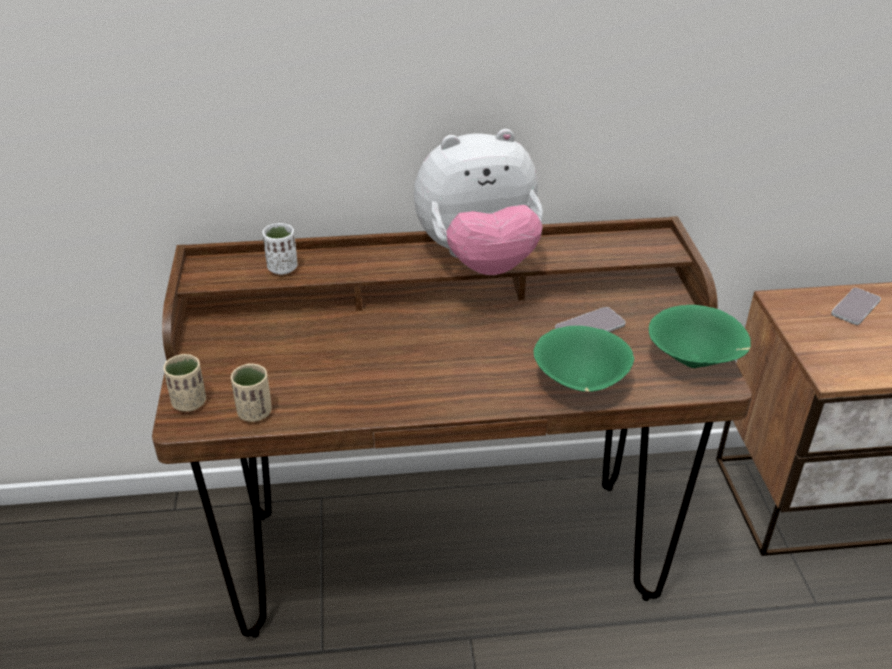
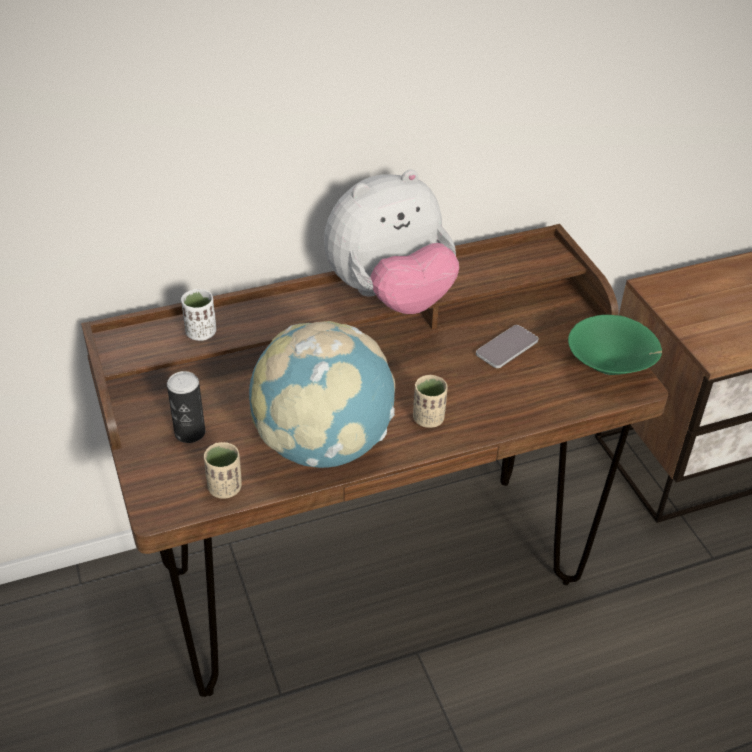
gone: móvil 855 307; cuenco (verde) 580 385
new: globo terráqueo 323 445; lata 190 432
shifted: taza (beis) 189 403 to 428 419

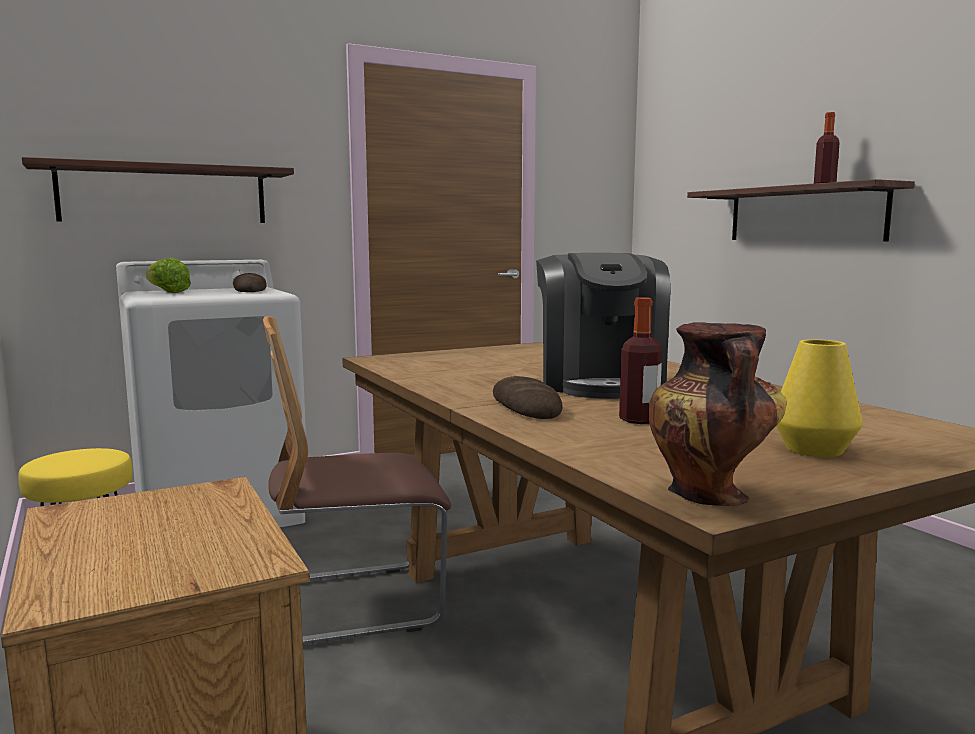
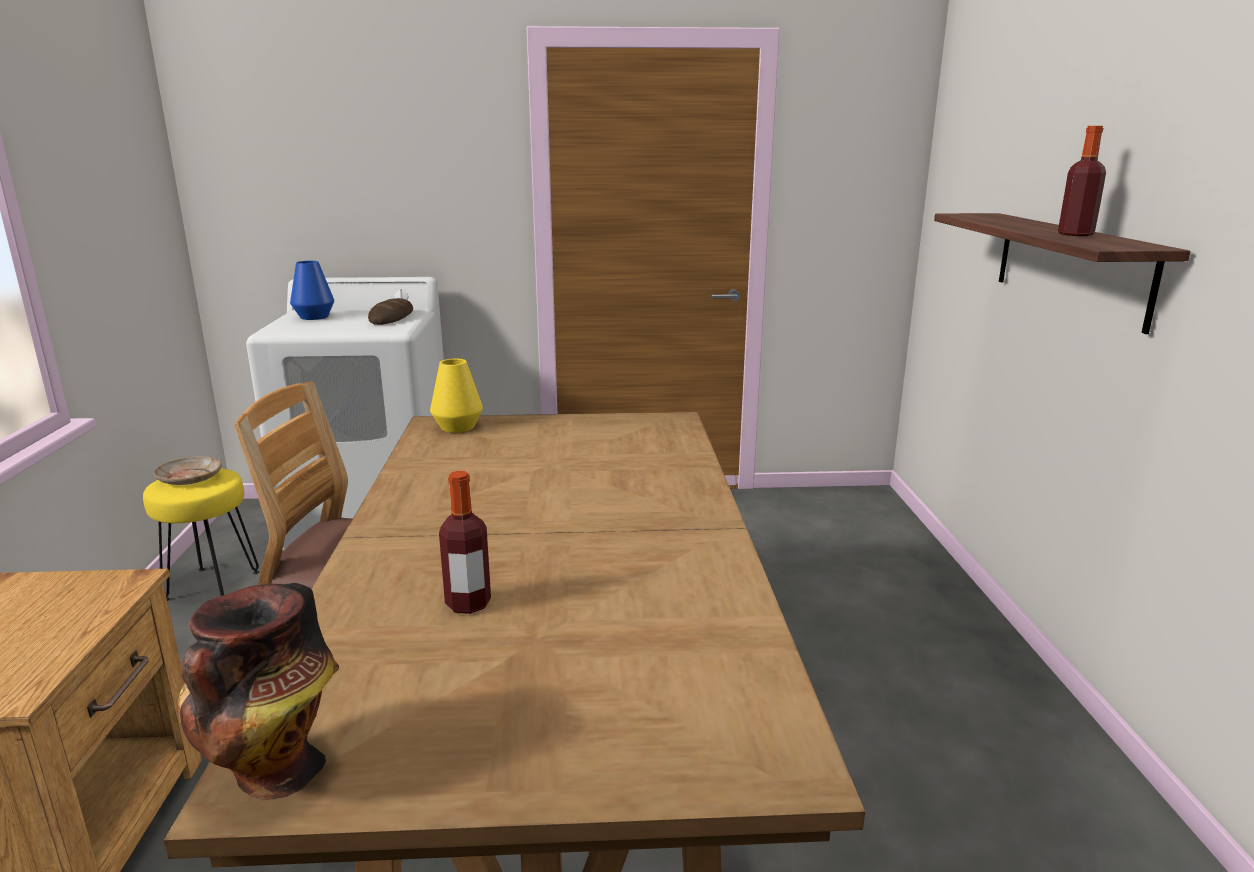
gone: estante 164 194; cafetera 599 383; pan 526 406
new: plato (beis) 190 478
shifted: florero (amarillo) 813 450 to 457 427
swapped: lechuga 167 292 to florero (azul) 314 317

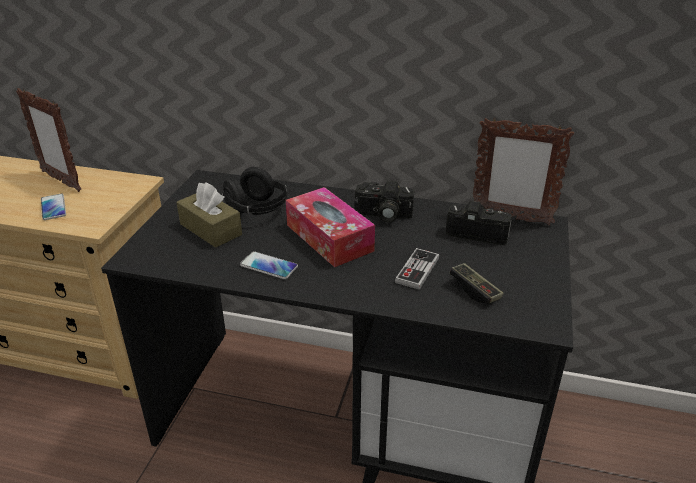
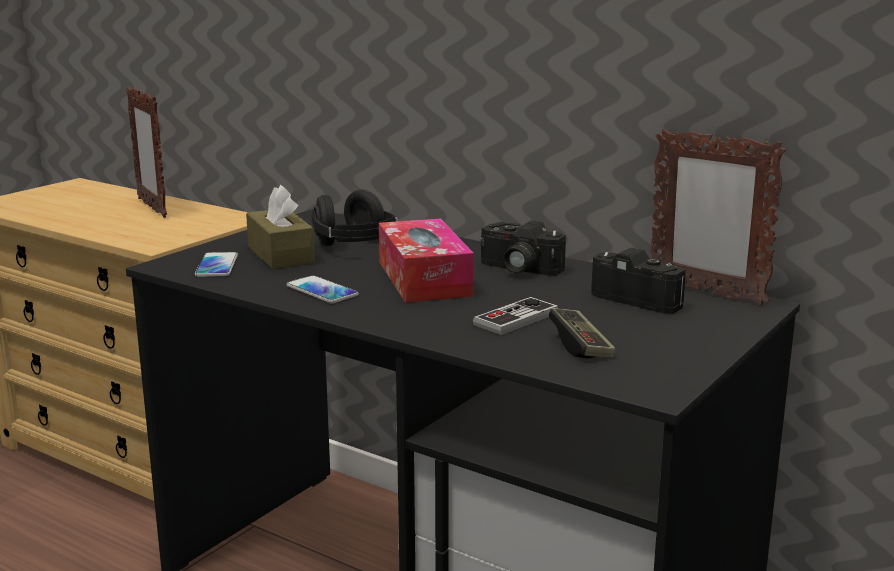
shifted: móvil 53 207 to 216 266

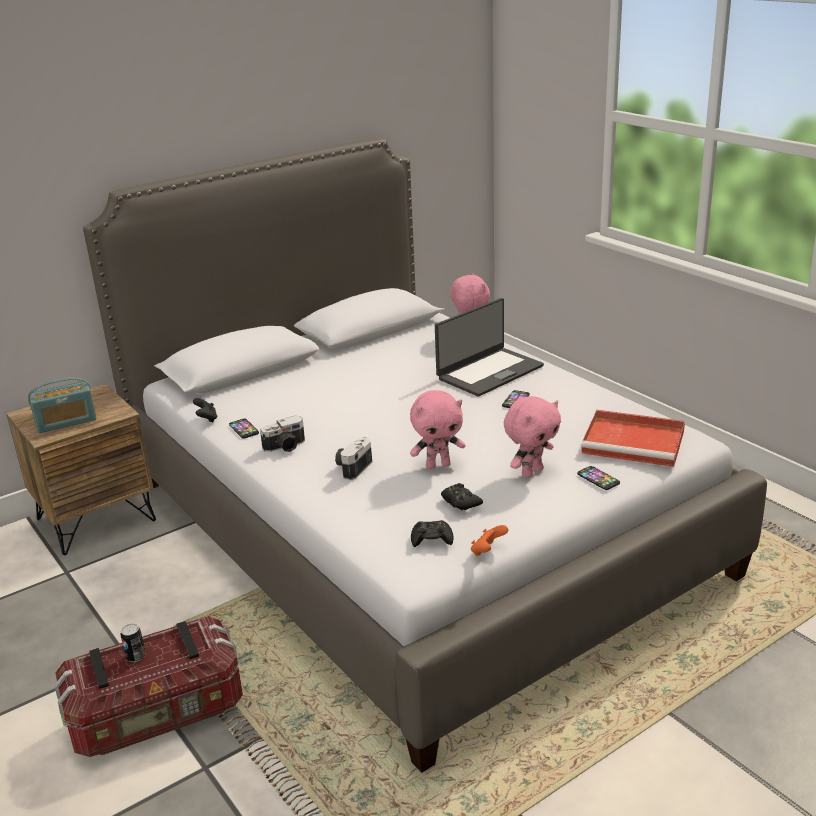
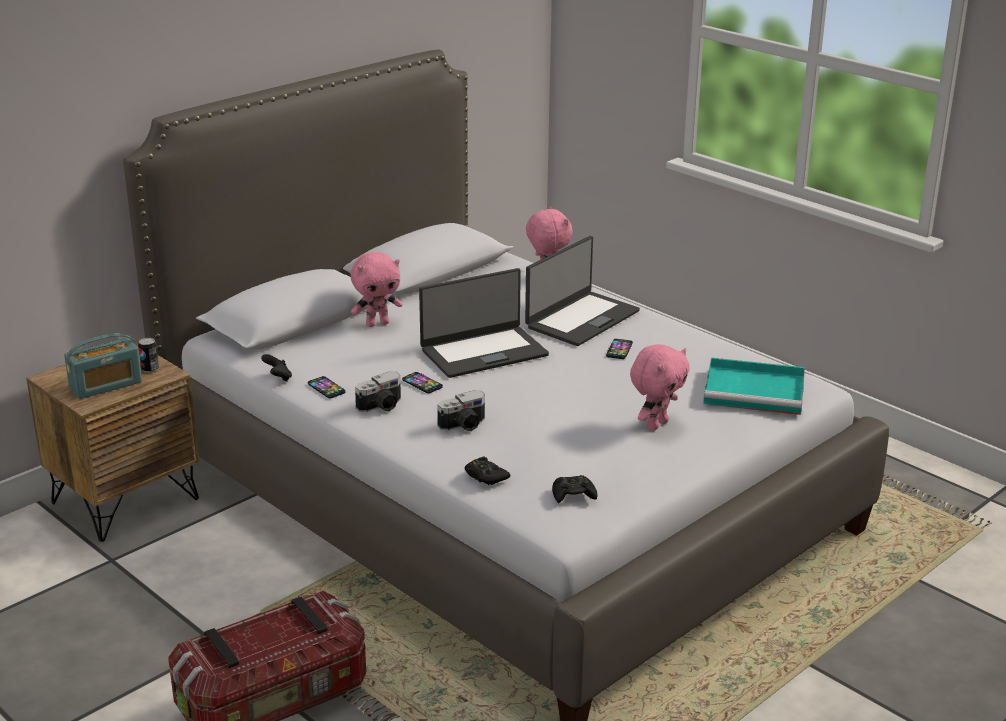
gone: mando de consola (naranja) 487 551
new: portátil 483 352
shifted: peluche (rosa) 438 465 to 377 323; móvil 598 479 to 422 383; mando de consola (negro) 460 502 to 485 476; lata 136 656 to 150 369
repainted: bandeja (rojo) 635 442 to bandeja (turquesa) 756 391
rotated: cámara 352 467 = 464 425 135 degrees counterclockwise

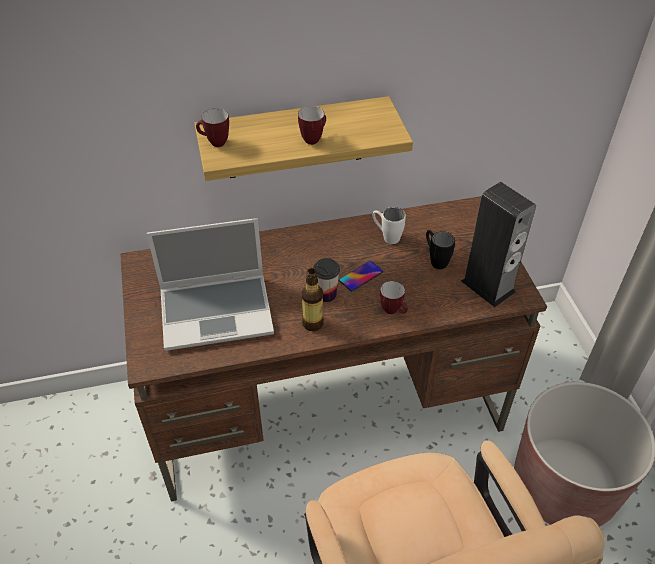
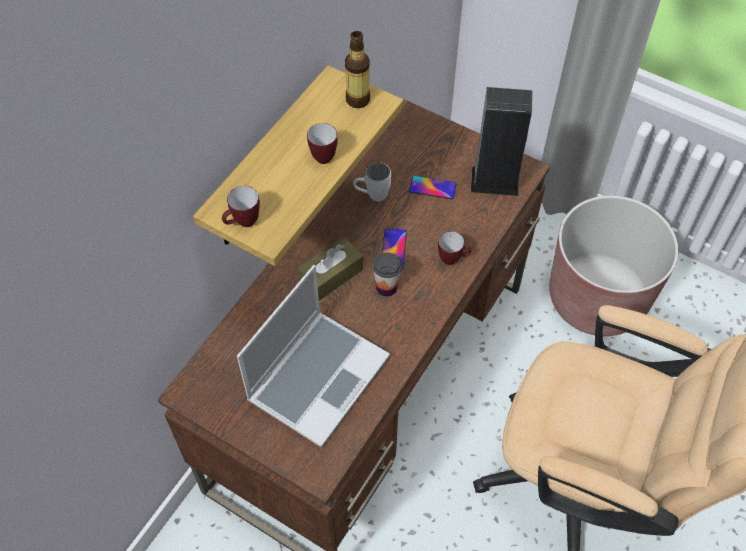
new: caja de pañuelos (marrón) 331 275
shifted: botella 313 323 to 357 100
swapped: taza grande (negro) 435 260 to móvil 432 188

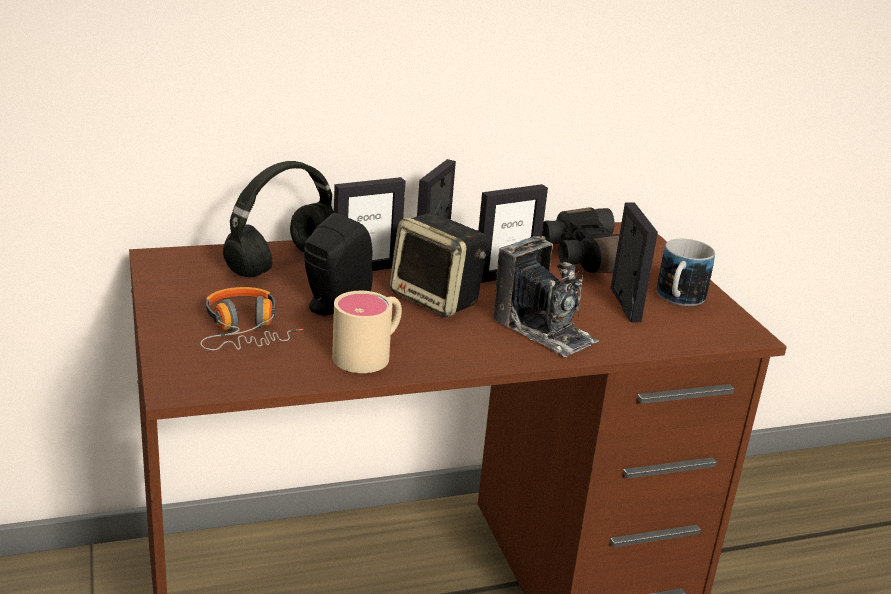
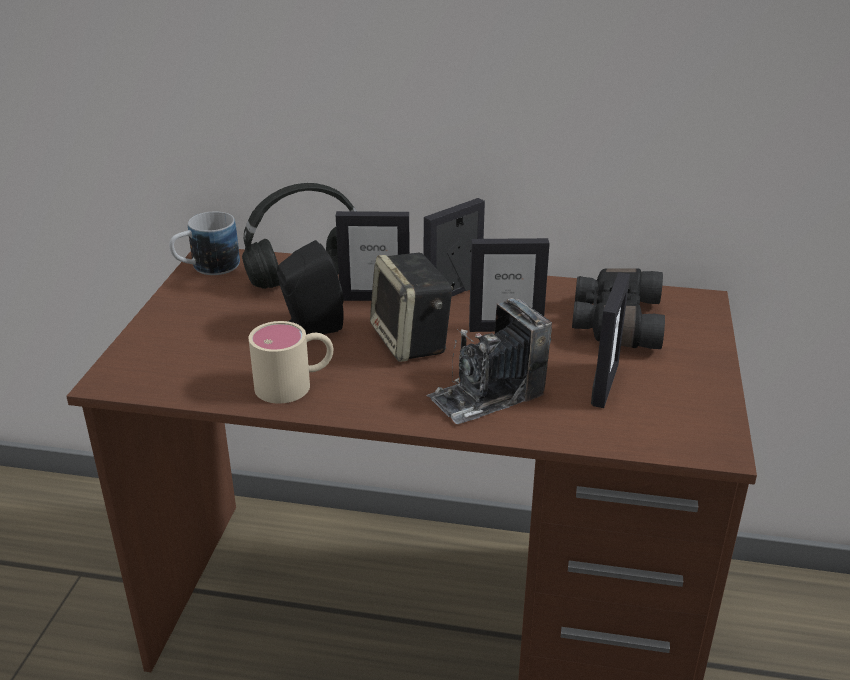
gone: auriculares 245 331
shifted: taza grande 678 300 to 206 268
rotated: cámara 544 330 = 487 395 75 degrees clockwise

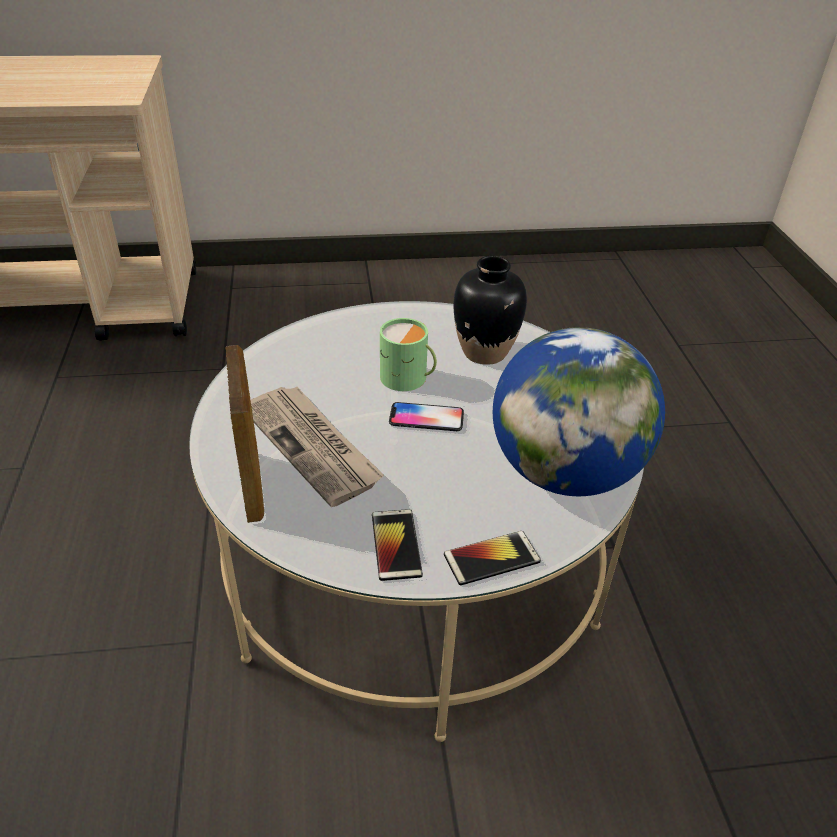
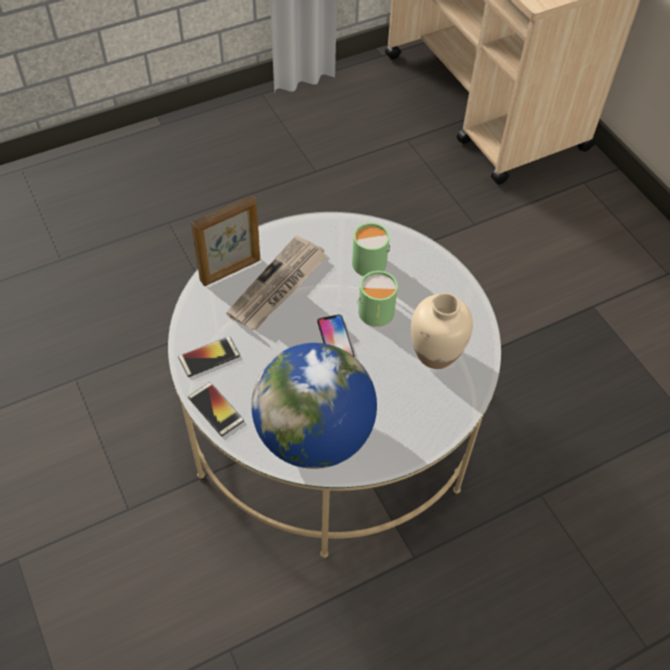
new: taza grande (verde) 368 260
repainted: florero (negro) 485 352 to florero (beis) 436 354

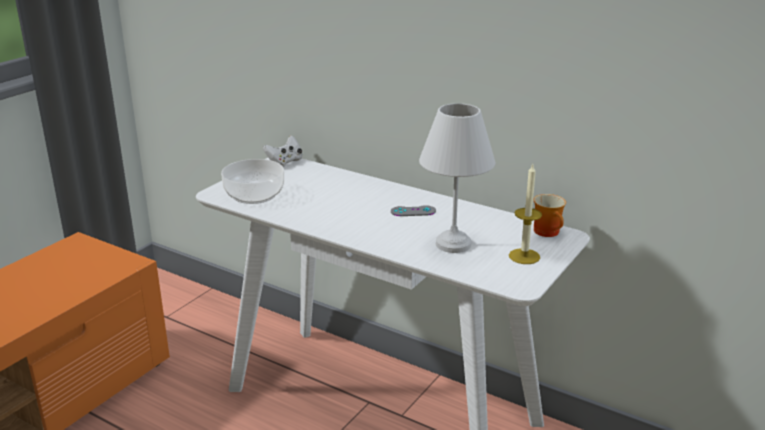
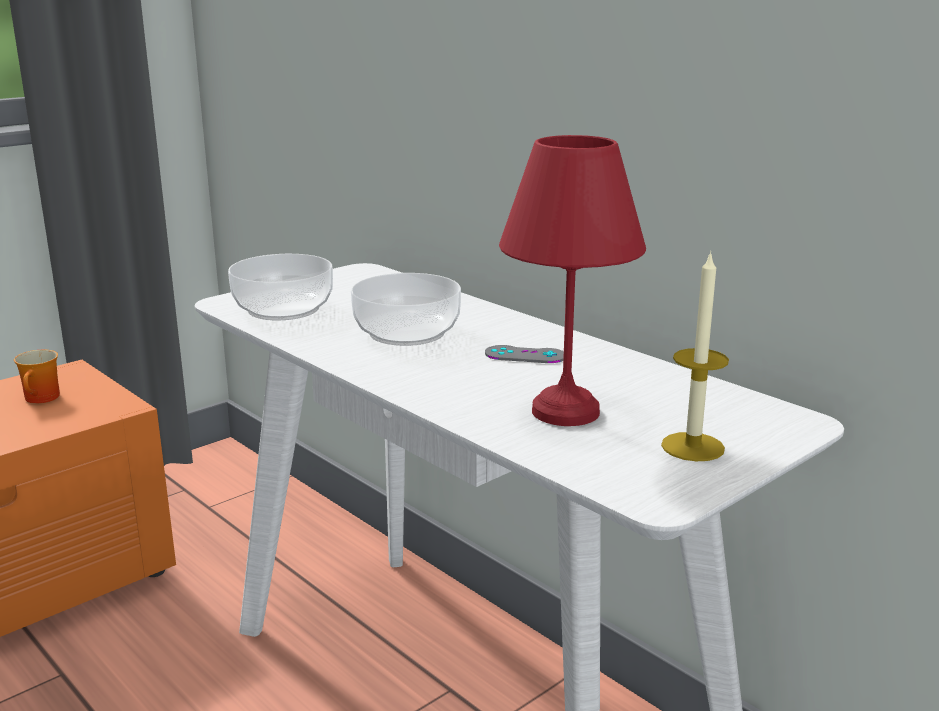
gone: mando de consola (blanco) 285 162
new: cuenco 407 332
shifted: taza grande 549 232 to 43 398
repainted: lámpara de mesa (blanco) 452 243 to lámpara de mesa (rojo) 564 410

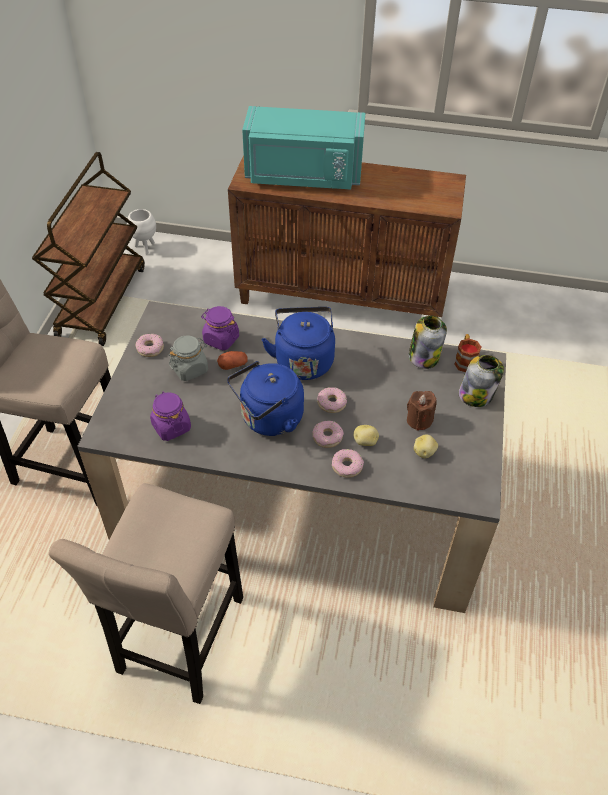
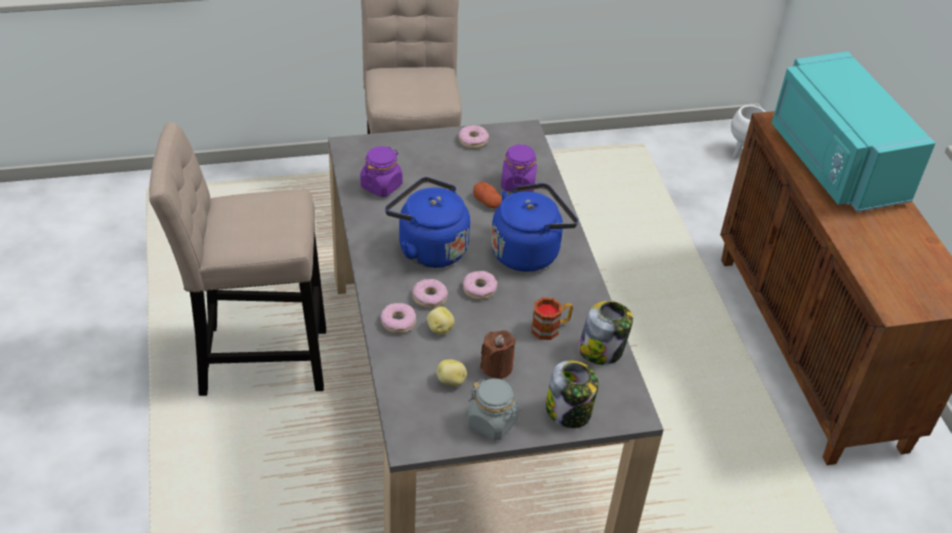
gone: carrito (marrón) 101 301
shifted: taza grande 465 360 to 551 328; tarro (gris) 190 369 to 492 423

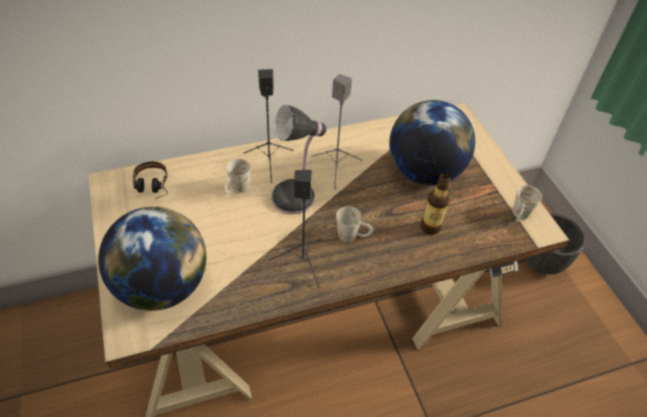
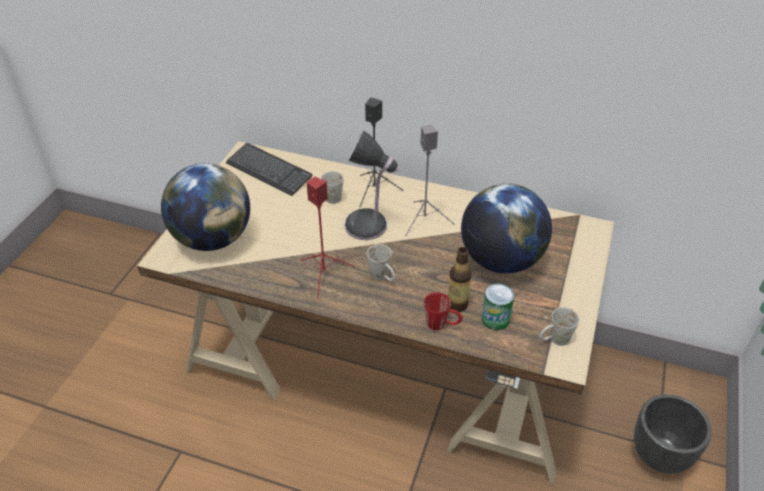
new: lata 495 319; taza grande (rojo) 442 324
swapped: auriculares 152 189 to teclado 269 171
repainted: altavoz (negro) 302 261 to altavoz (rojo) 325 274

